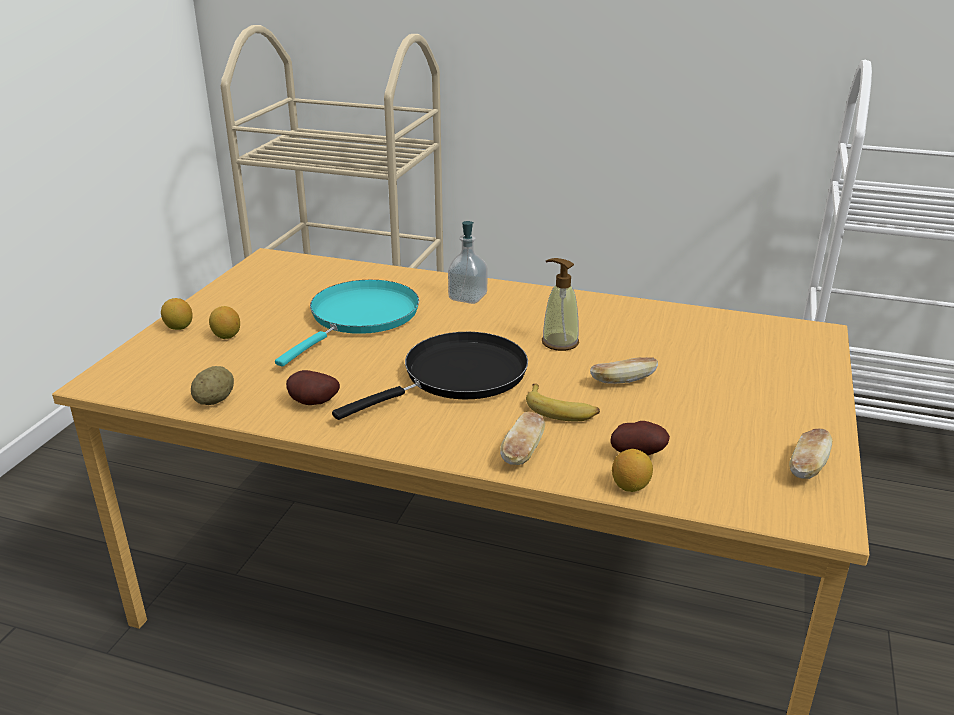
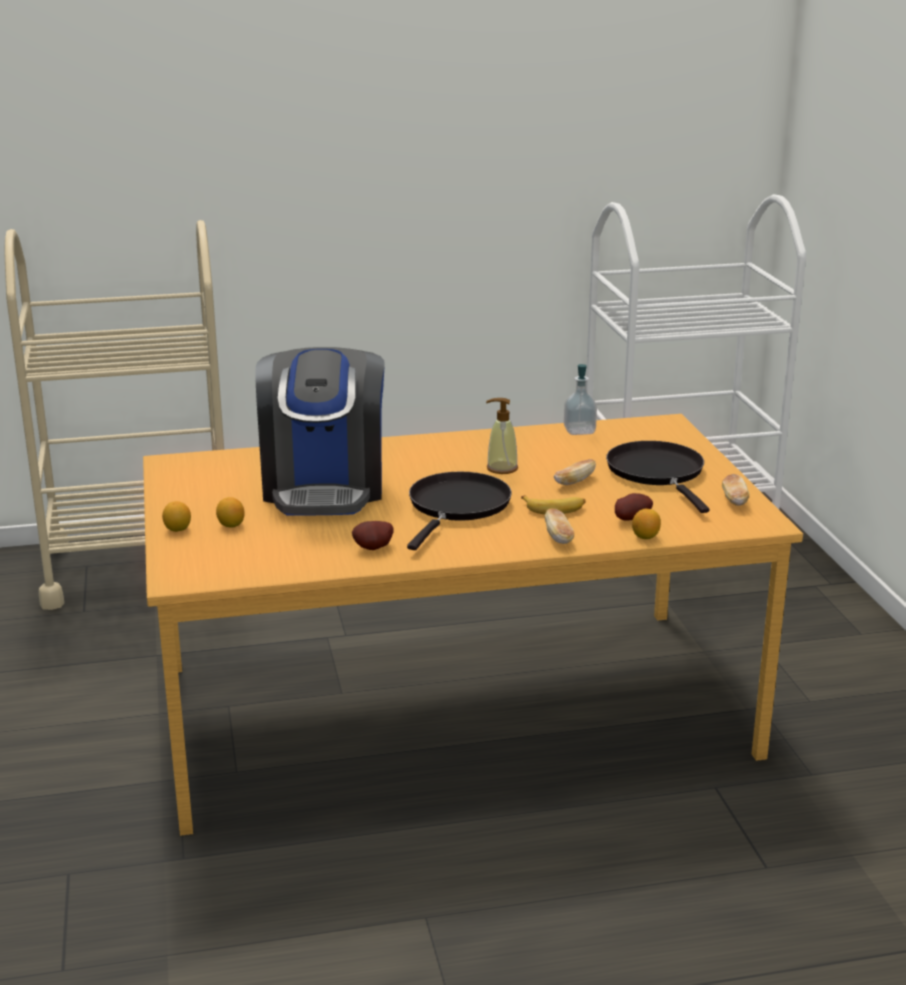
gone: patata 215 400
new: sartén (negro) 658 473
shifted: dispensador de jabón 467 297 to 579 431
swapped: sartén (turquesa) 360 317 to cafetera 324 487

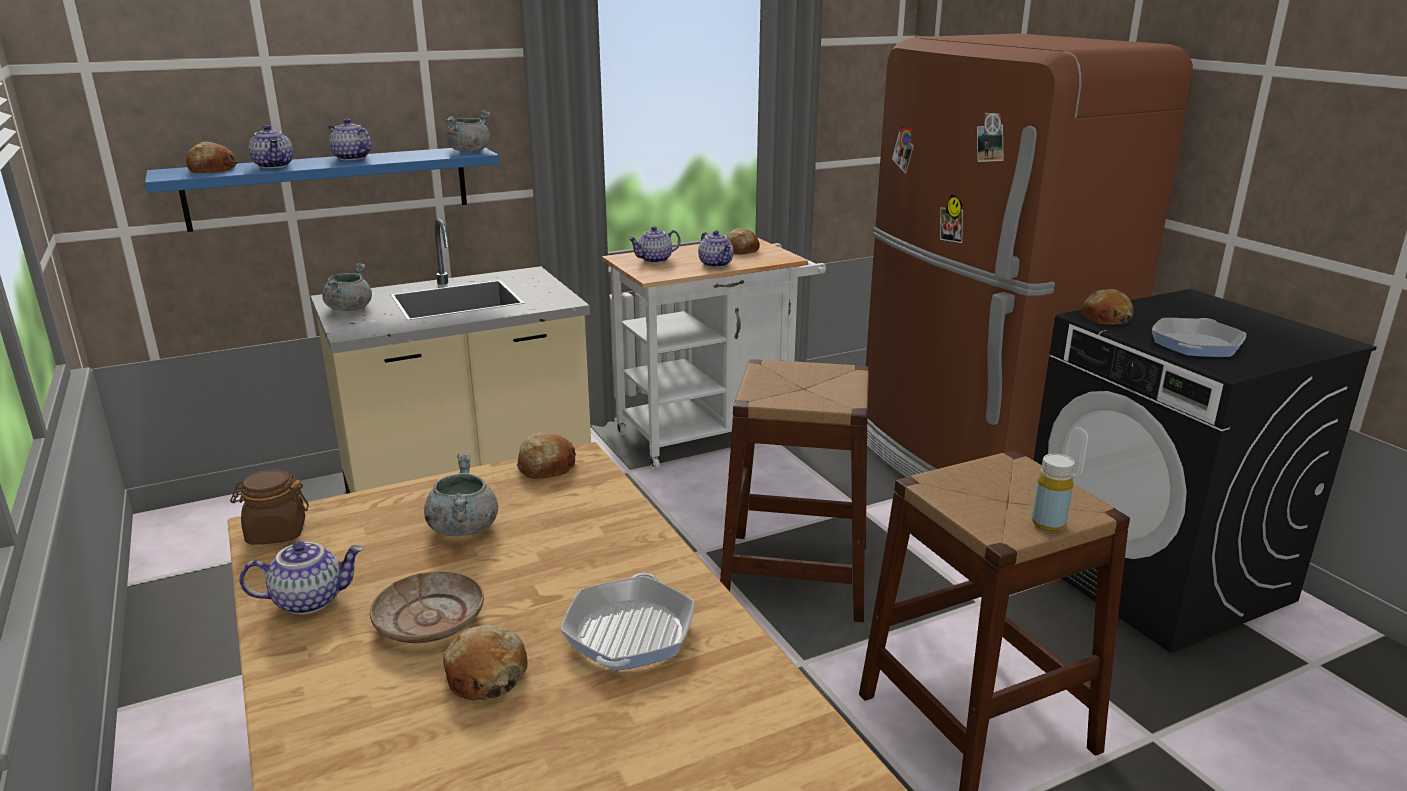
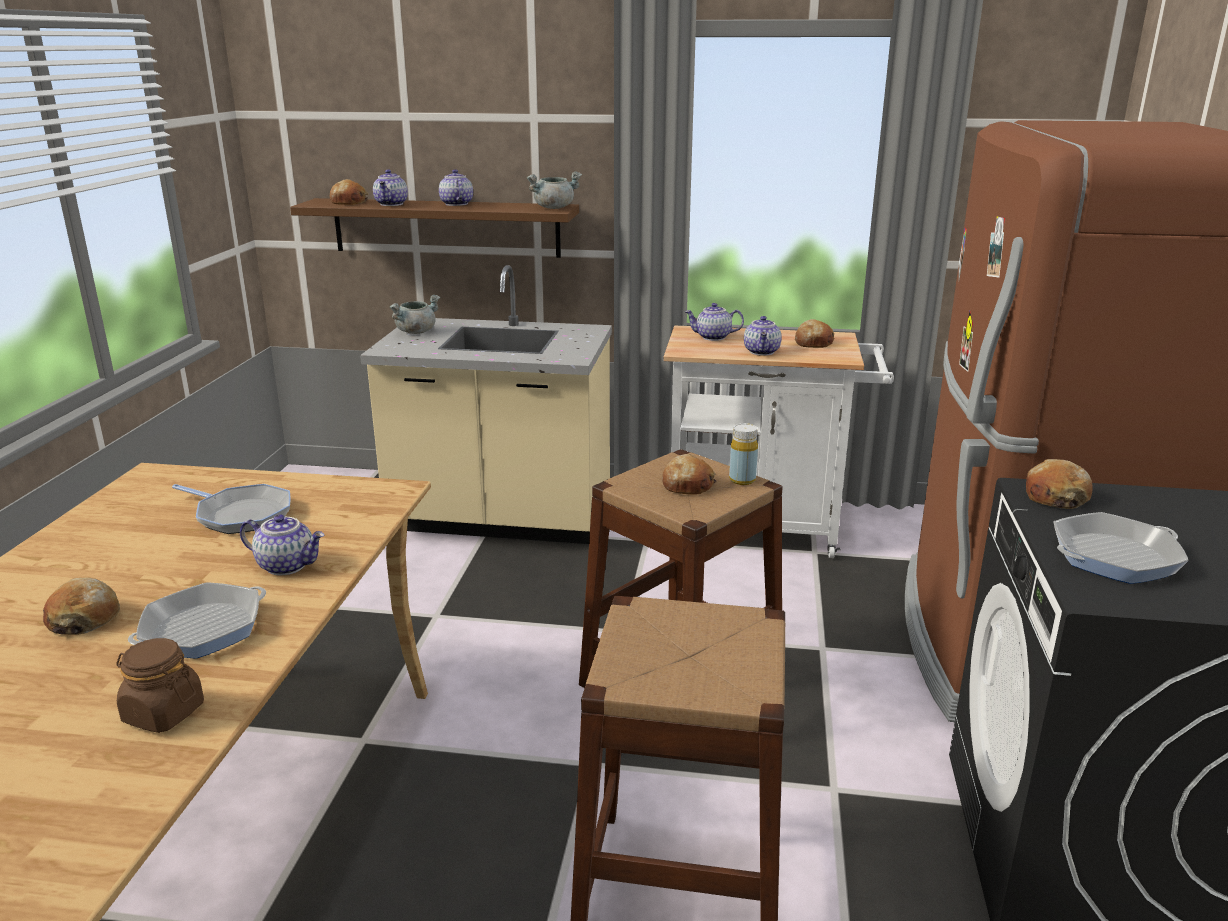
gone: plato (beis) 429 620
shifted: pan 546 466 to 687 485; botella (amarillo) 1048 523 to 742 480; tarro (marrón) 276 533 to 163 713; tetera 310 600 to 288 565
swapped: olla (gris) 463 527 to sartén 241 515
repainted: estante (azul) 330 187 to estante (marrón) 446 227

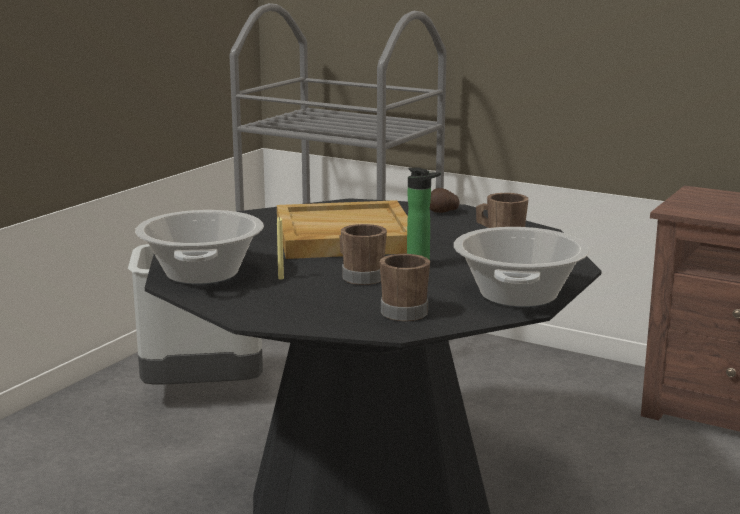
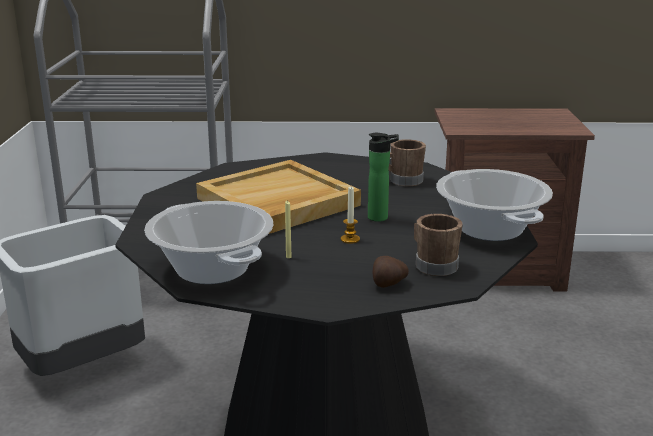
shifted: patata 442 212 to 388 284
swapped: taza grande (marrón) 360 276 to vela 350 239

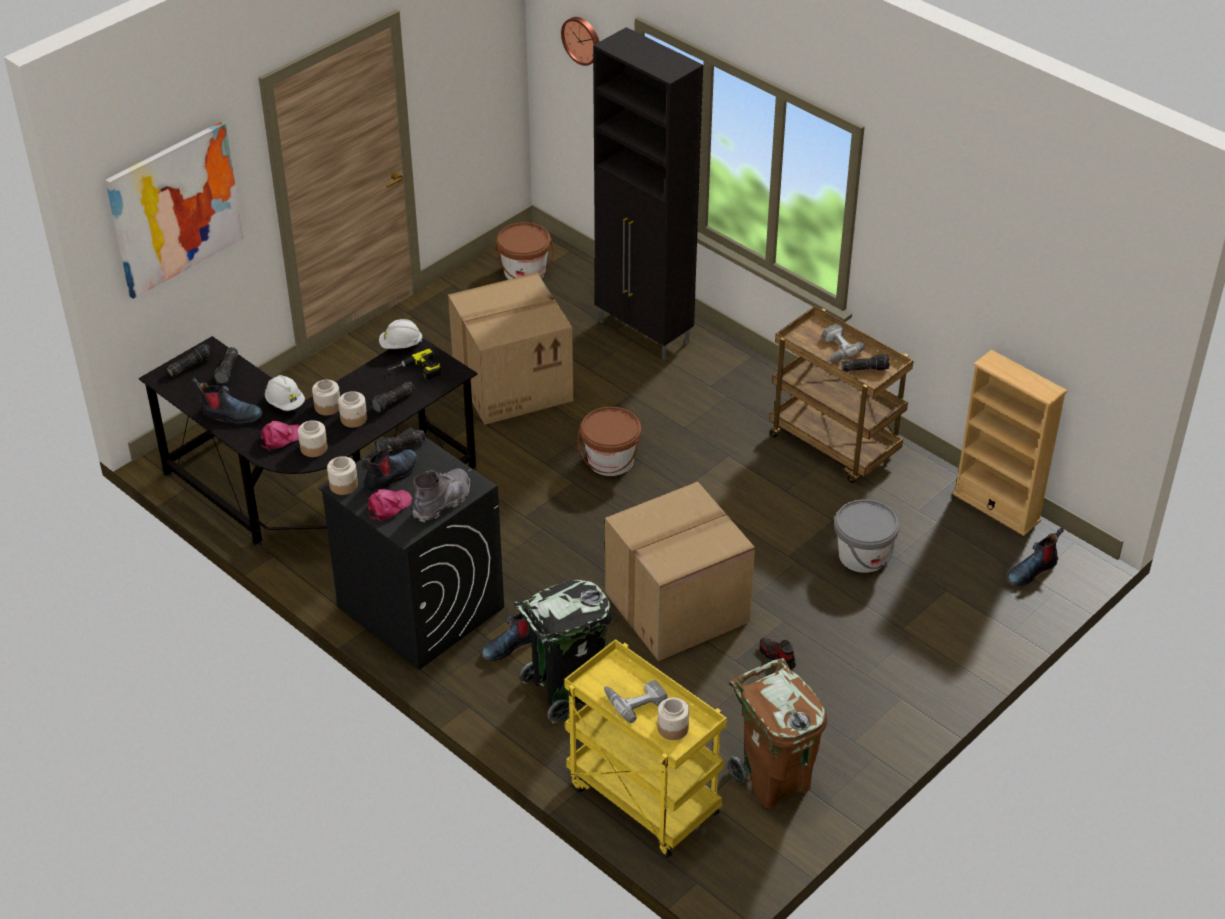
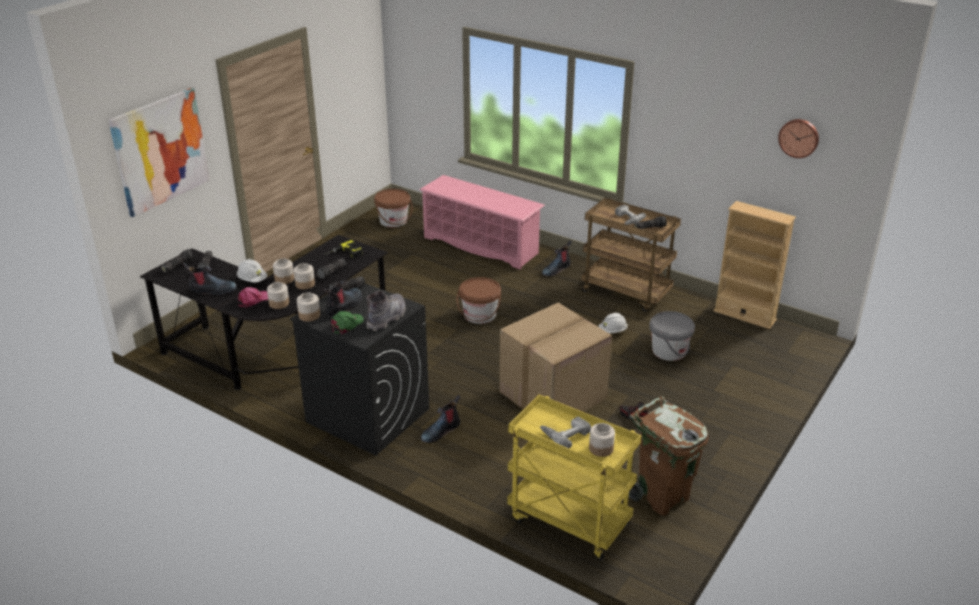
gone: caja de cartón 513 383; papelera (negro) 565 690
shifted: reloj de pared 582 40 to 799 137; casco (blanco) 401 345 to 612 331; bota 1031 570 to 556 269
swapped: armario (negro) 644 333 to zapatero (rosa) 481 245
repainted: gorra (rosa) 388 507 to gorra (verde) 346 325

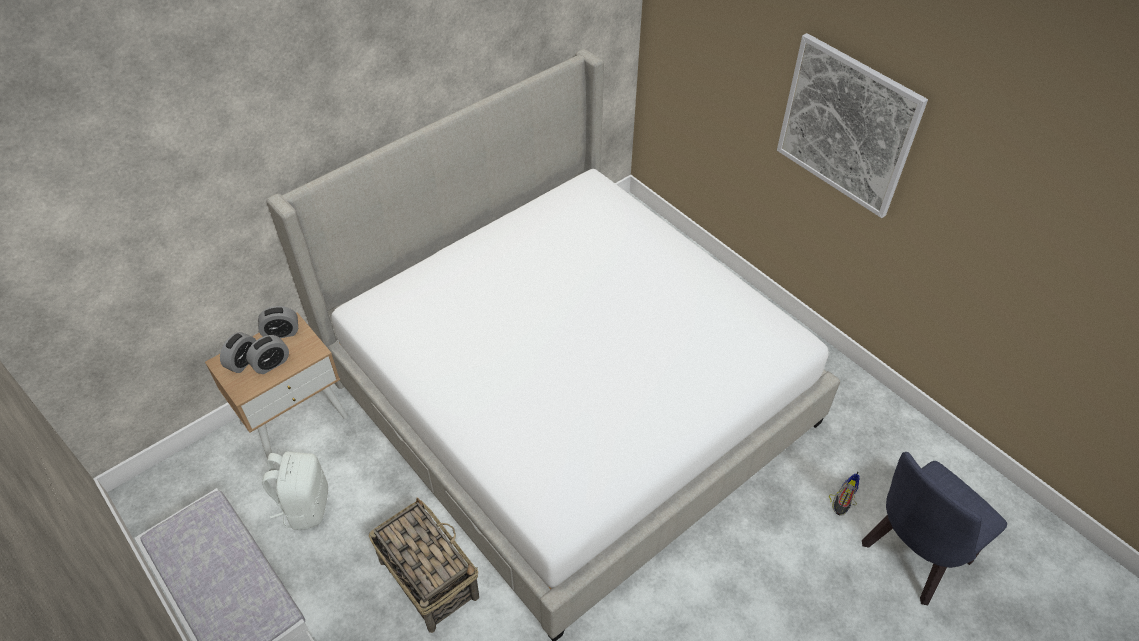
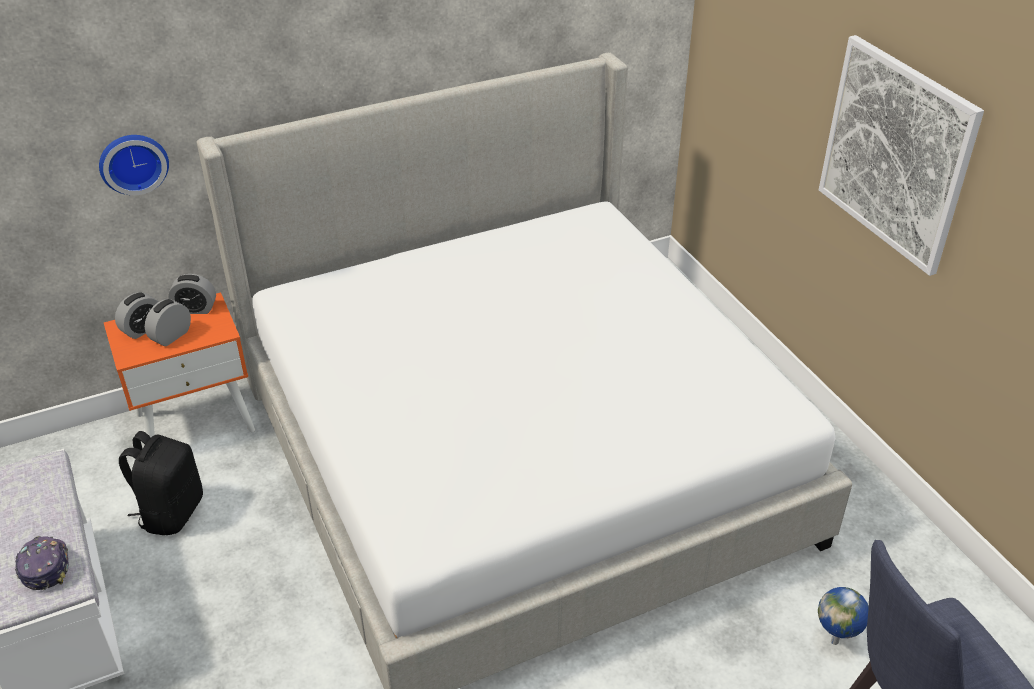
gone: cesta 428 577
new: reloj de pared 133 162; gorra 44 566
swapped: zapato 845 498 to globo terráqueo 836 641
repainted: mesita de noche (beis) 294 419 to mesita de noche (naranja) 196 421; mochila (blanco) 305 506 to mochila (negro) 171 512
rotated: despertador 271 363 = 171 336 150 degrees clockwise

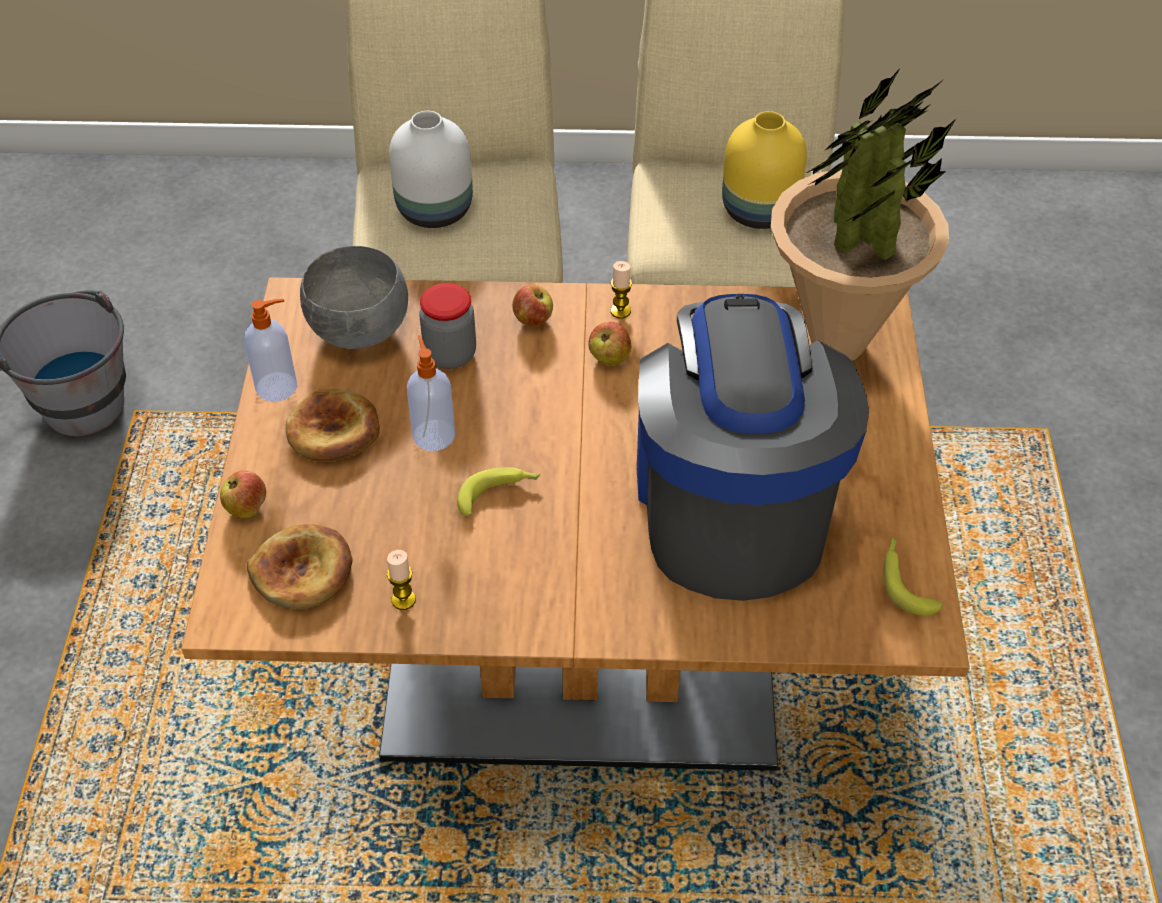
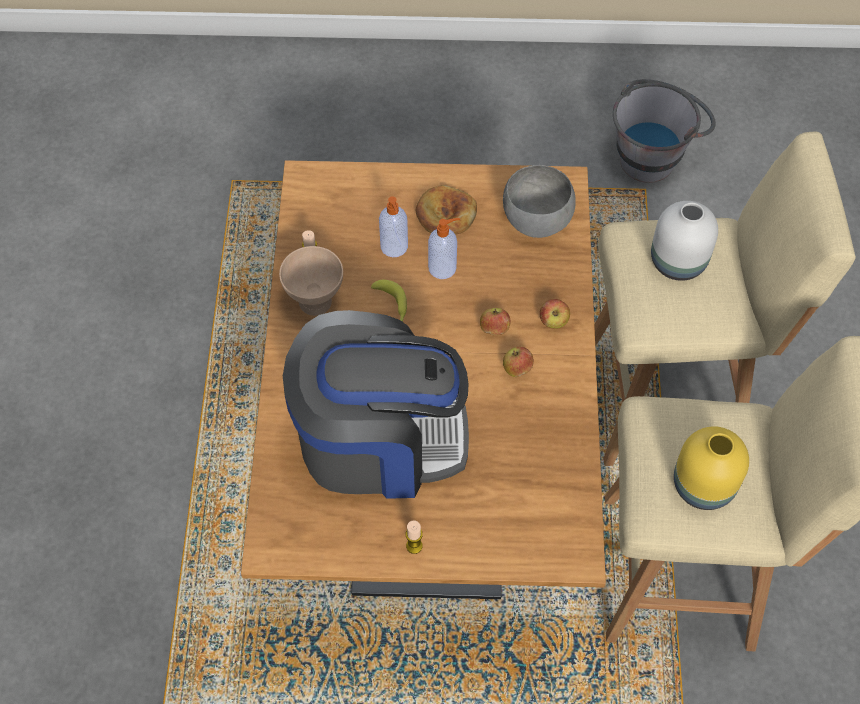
gone: planta en maceta 838 343; tarro 450 355; pan 303 571; plátano 905 581
new: cuenco (beis) 315 303
shifted: vela 620 311 to 414 546; dispensador de jabón 278 386 to 394 247; manzana 246 508 to 494 329

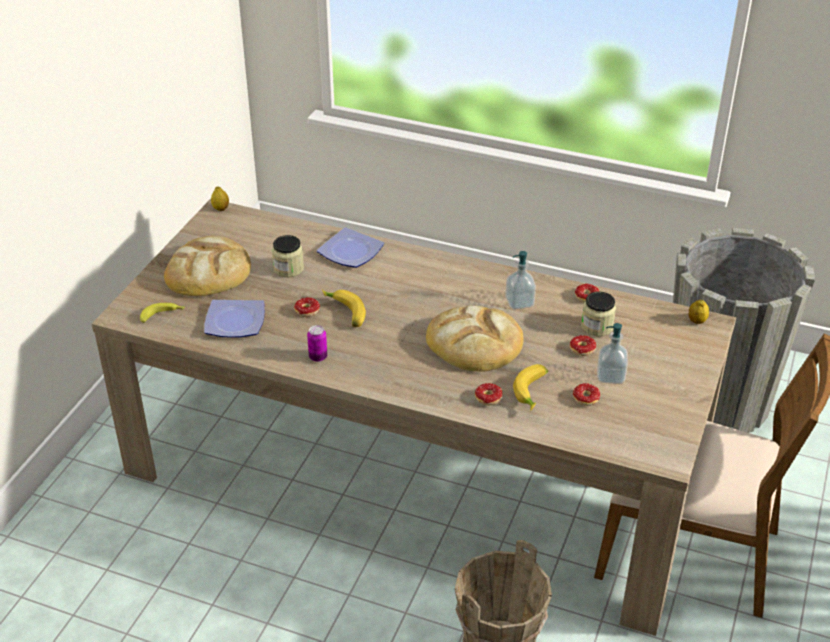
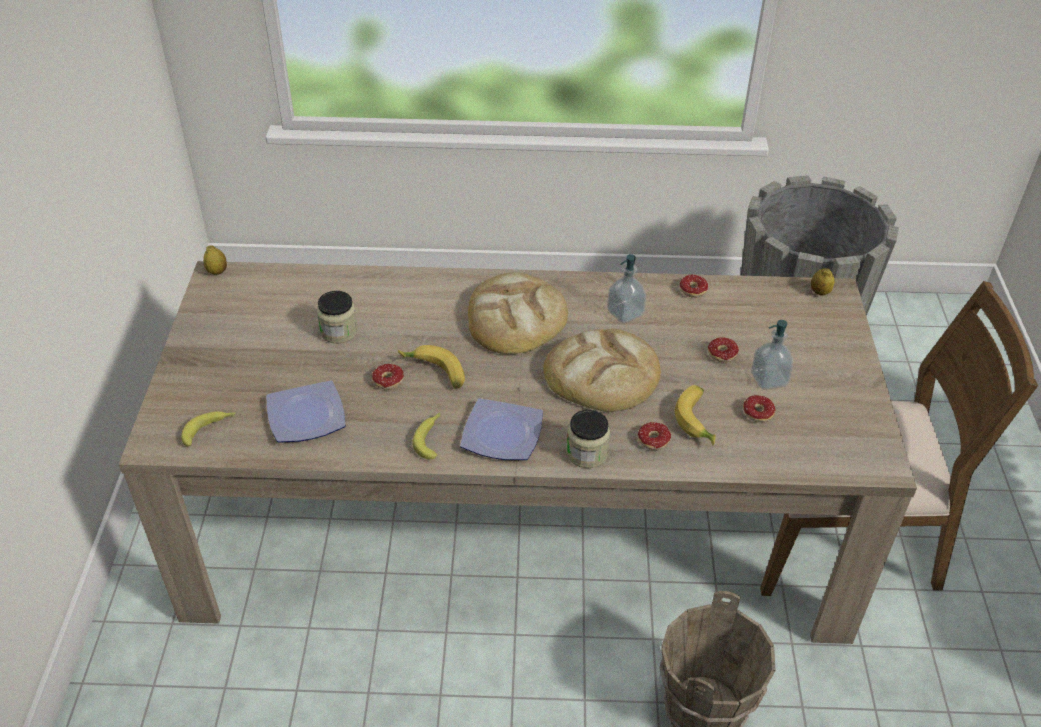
shifted: plato 349 252 to 500 435; pan 208 272 to 516 318; tarro 597 327 to 587 453
swapped: lata 318 357 to plátano 431 438

